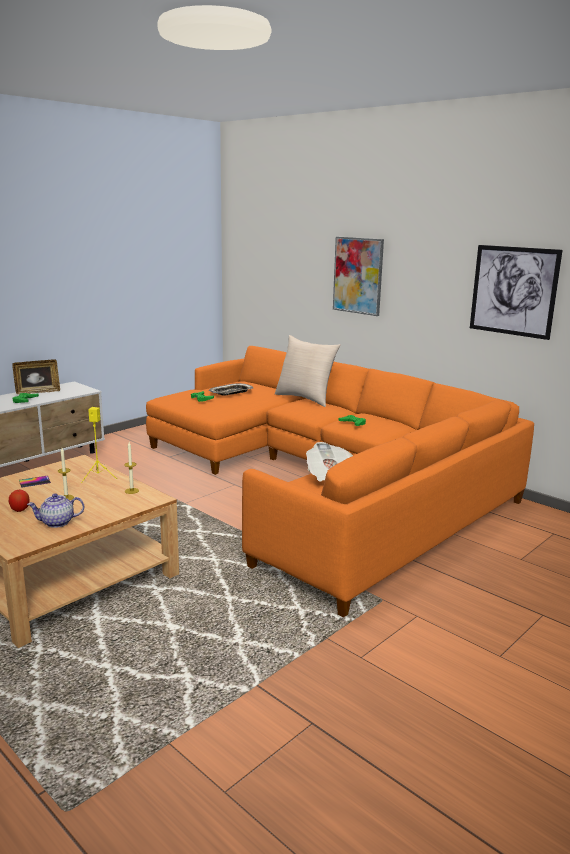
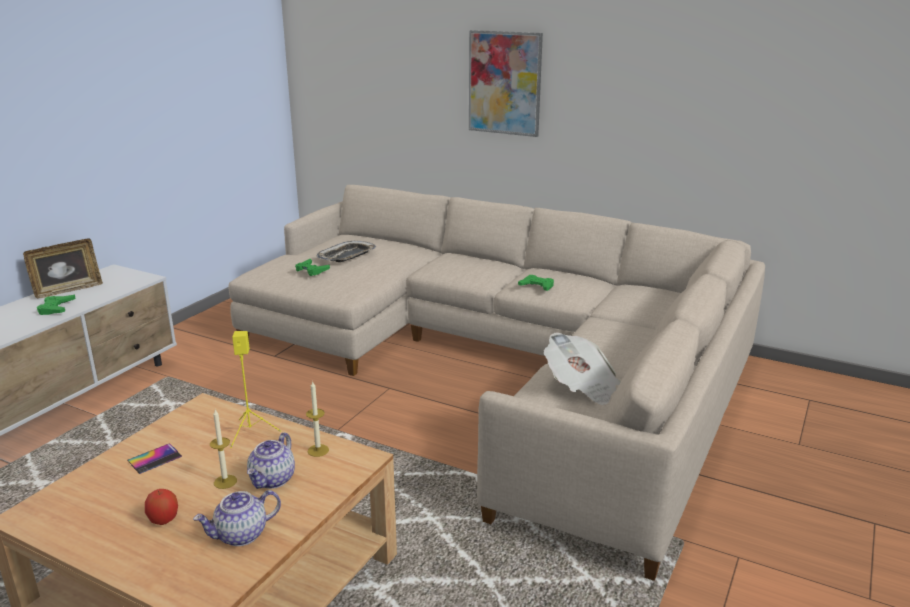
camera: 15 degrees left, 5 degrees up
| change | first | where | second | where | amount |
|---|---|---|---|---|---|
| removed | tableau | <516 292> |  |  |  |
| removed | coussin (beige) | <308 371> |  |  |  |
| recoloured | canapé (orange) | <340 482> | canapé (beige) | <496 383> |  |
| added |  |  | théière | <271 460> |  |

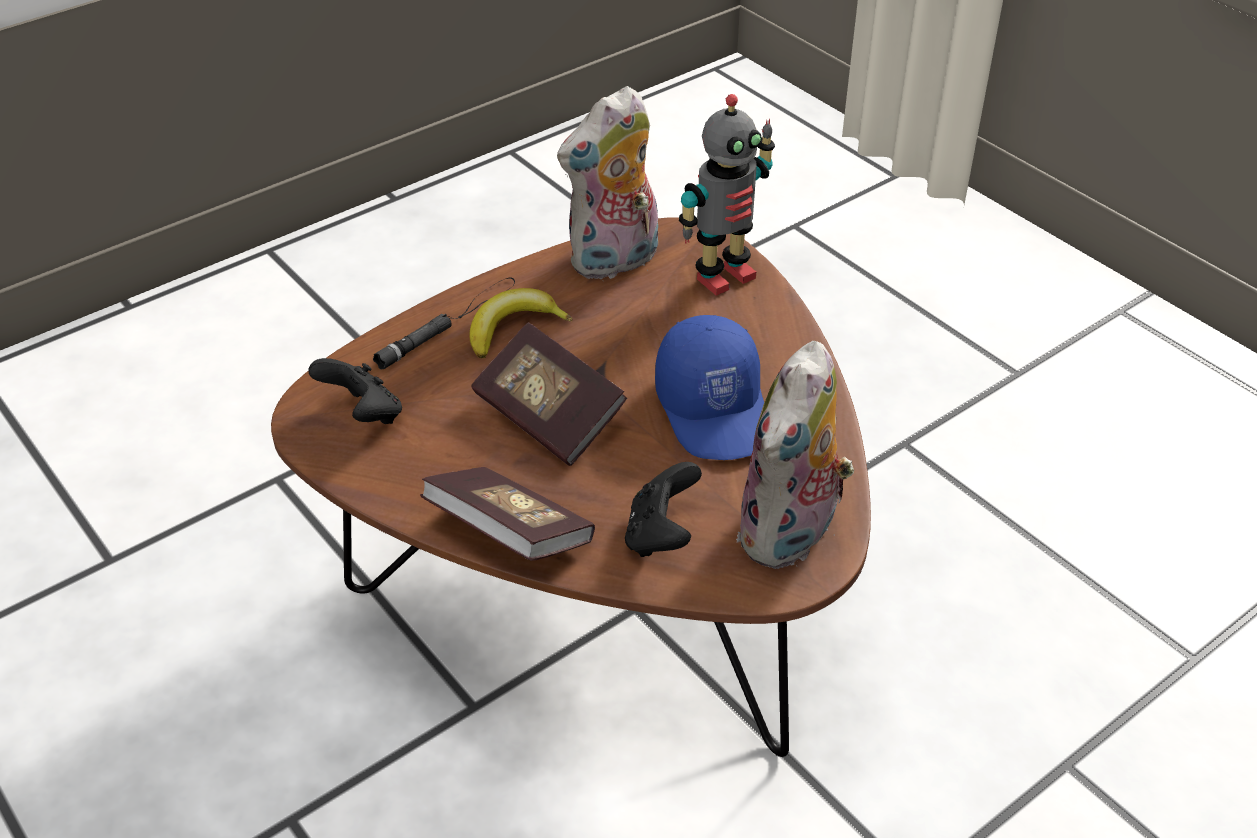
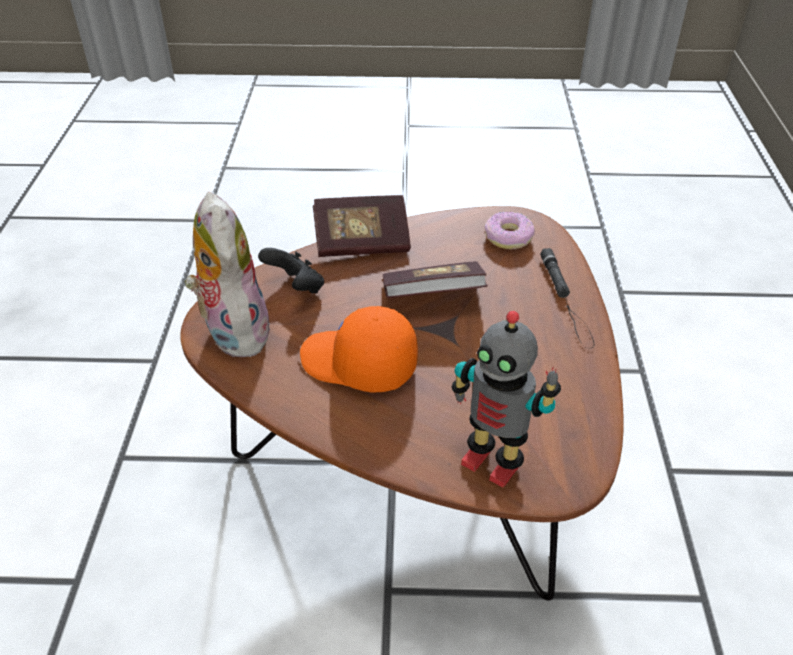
camera: 130 degrees right, 0 degrees up
| change | first | where | second | where | amount |
|---|---|---|---|---|---|
| removed | peluche | <607 182> |  |  |  |
| turned | robot jouet | <727 195> |  | <506 399> | 60 degrees counterclockwise |
| removed | banane | <521 323> |  |  |  |
| recoloured | casquette (bleu) | <709 387> | casquette (orange) | <359 349> |  |
| replaced | manette (noir) | <355 391> | beignet | <510 230> |  |

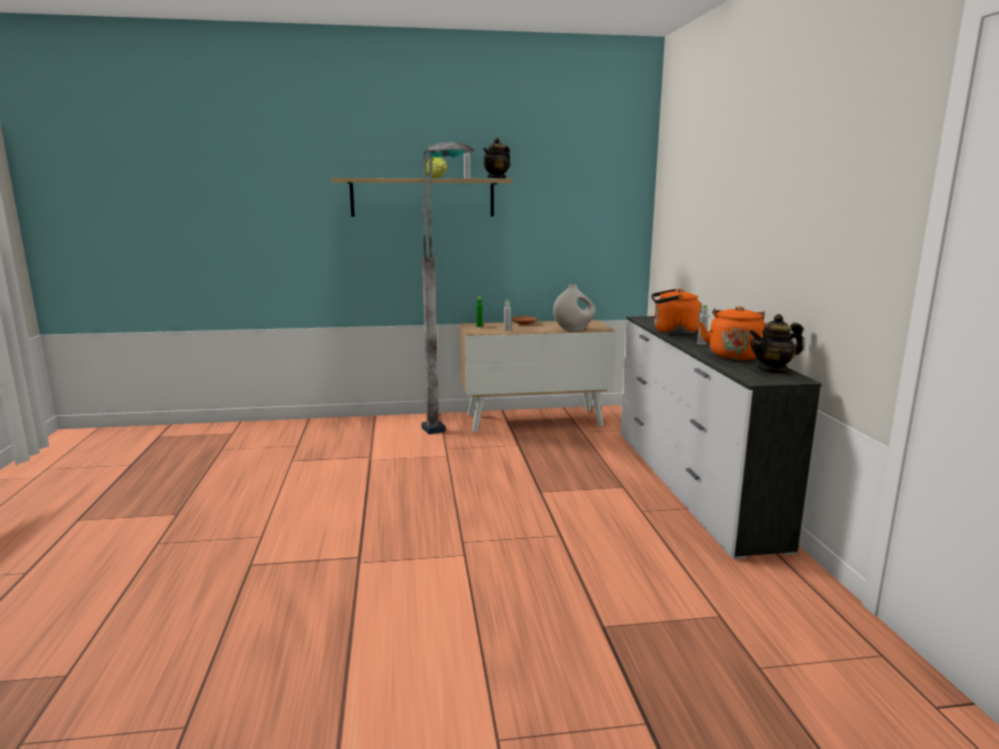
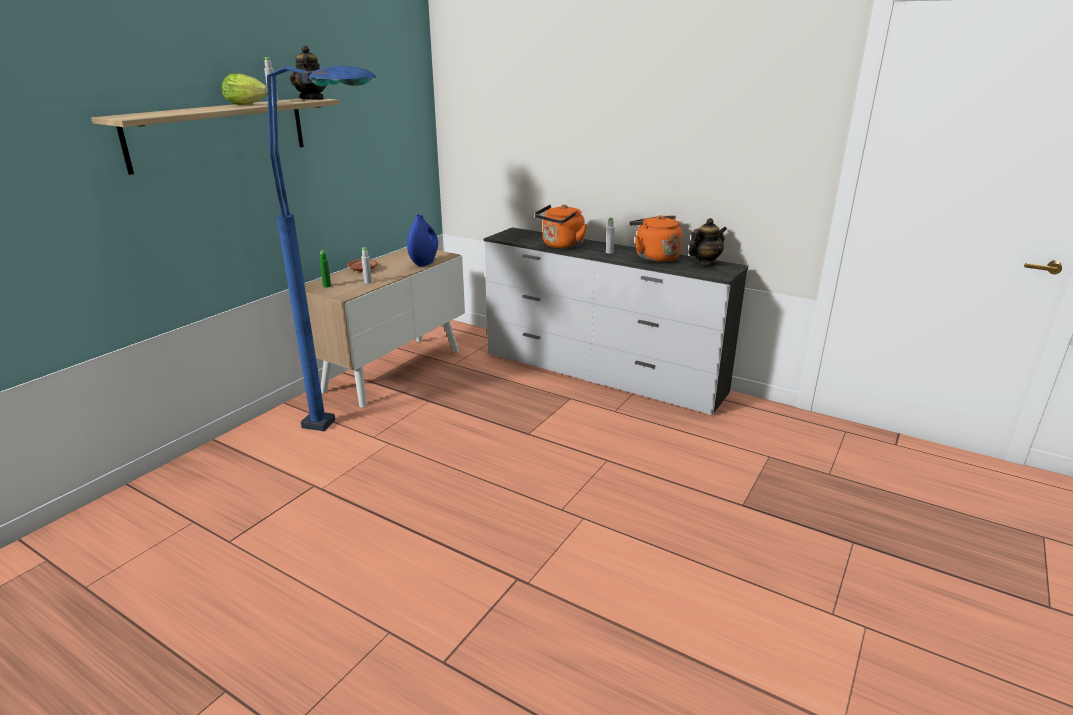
camera: 50 degrees left, 10 degrees up
| change | first | where | second | where | amount |
|---|---|---|---|---|---|
| recoloured | lampadaire (gris) | <447 288> | lampadaire (bleu) | <321 248> |  |
| recoloured | vase (blanc) | <574 307> | vase (bleu) | <422 240> |  |
| turned | théière | <776 344> |  | <707 242> | 150 degrees counterclockwise |

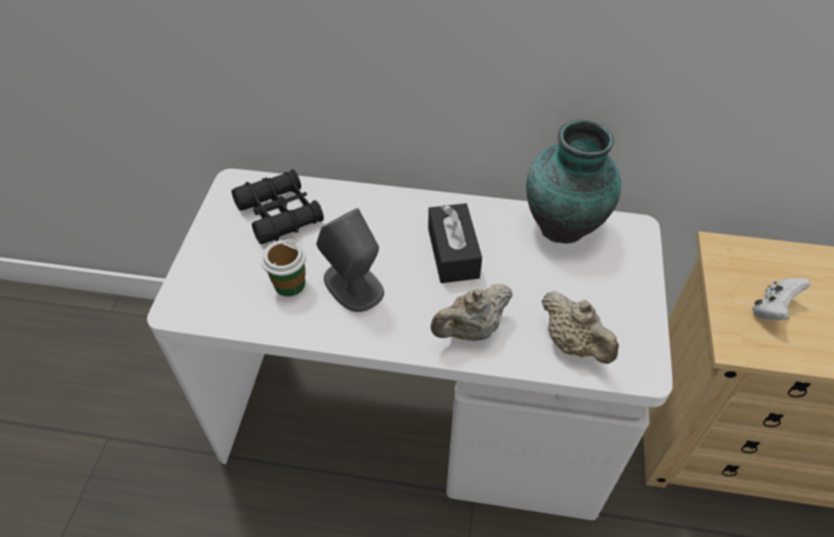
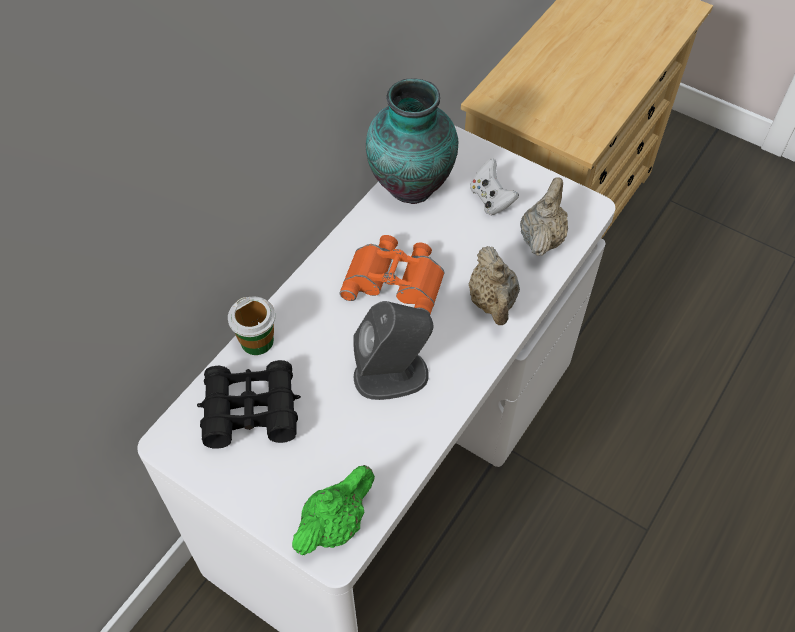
camera: 65 degrees left, 5 degrees up
| change | first | where | second | where | amount |
|---|---|---|---|---|---|
| replaced | boîte à mouchoirs (noir) | <455 243> | jumelles (orange) | <392 275> |  |
| moved | tasse | <283 268> |  | <251 326> |  |
| moved | manette (blanc) | <781 299> |  | <494 187> |  |
| turned | théière (beige) | <580 327> |  | <544 216> | 60 degrees counterclockwise |
| added |  |  | théière (vert) | <333 510> |  |

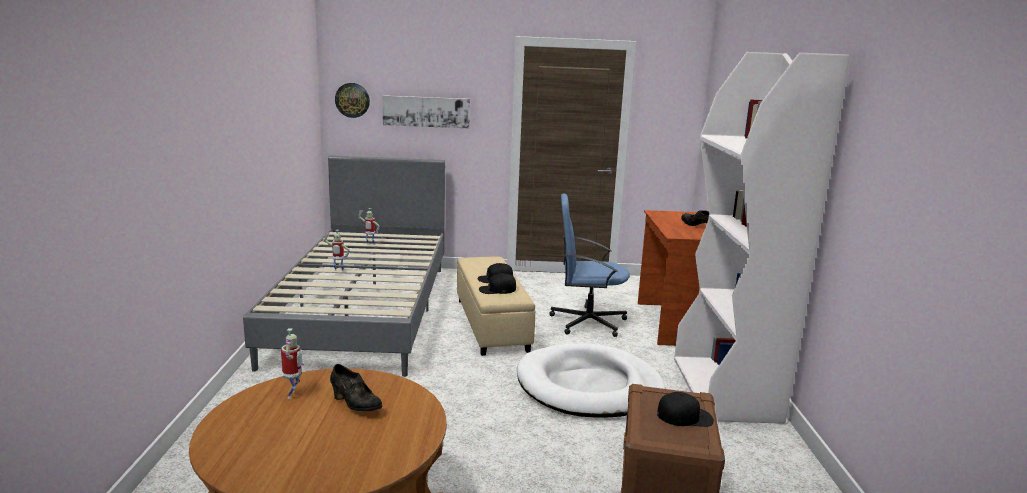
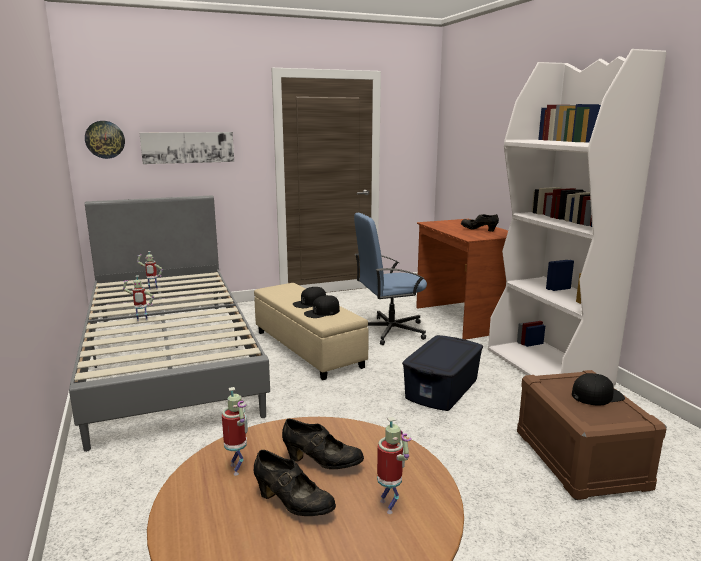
camera: 20 degrees left, 0 degrees up
| change | first | where | second | where | amount |
|---|---|---|---|---|---|
| replaced | panier pour chien (blanc) | <591 380> | boîte de rangement (bleu) | <442 373> |  |
| added |  |  | robot jouet | <394 465> |  |
| added |  |  | chaussure (noir) | <295 483> |  |

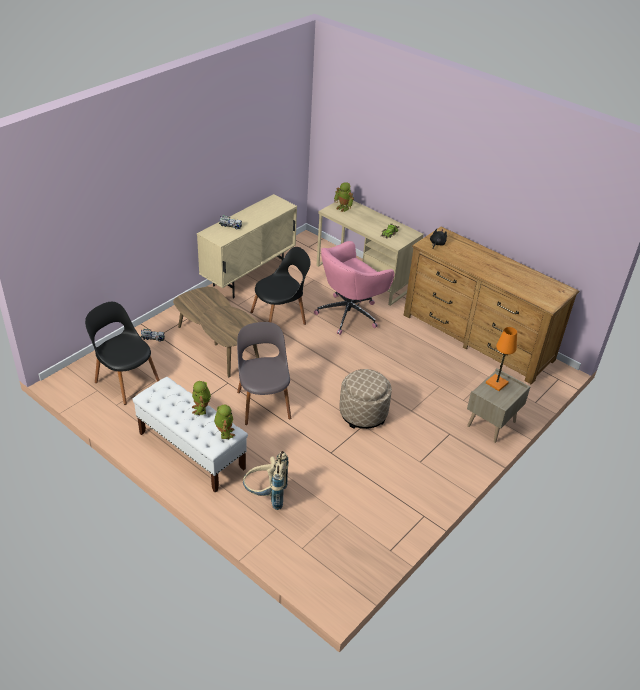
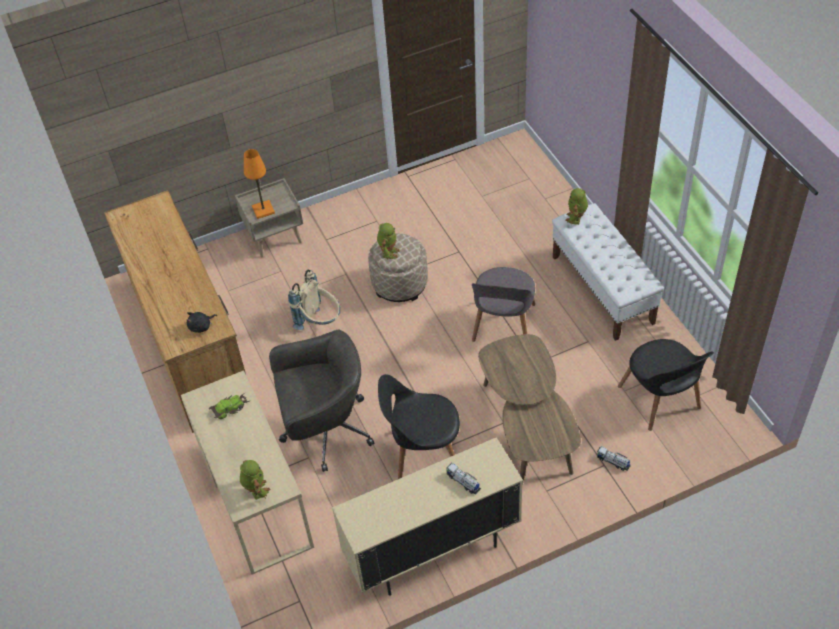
camera: 150 degrees left, 10 degrees up
| change | first | where | second | where | amount |
|---|---|---|---|---|---|
| recoloured | chaise de bureau (rose) | <354 288> | chaise de bureau (gris) | <321 401> |  |
| moved | robot jouet | <201 398> |  | <388 241> |  |
| moved | sac à dos (beige) | <266 480> |  | <314 300> |  |

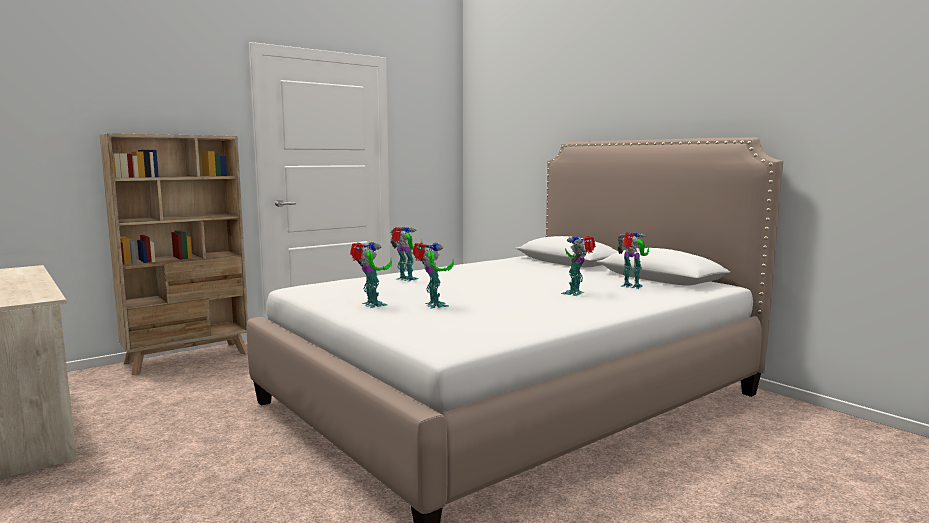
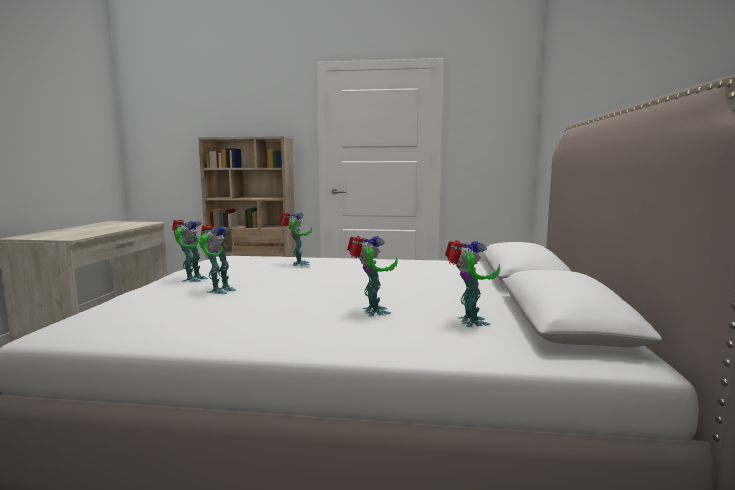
camera: 45 degrees right, 0 degrees up
| change | first | where | second | where | amount |
|---|---|---|---|---|---|
| turned | robot jouet | <578 266> |  | <372 276> | 90 degrees clockwise |

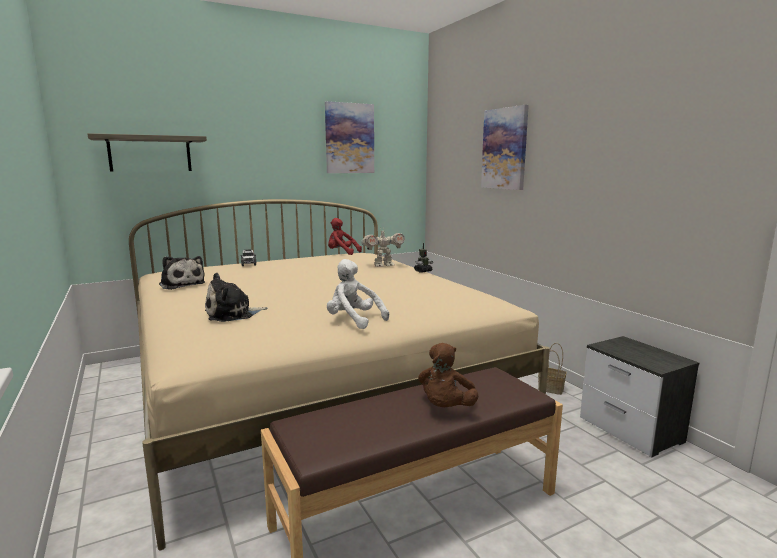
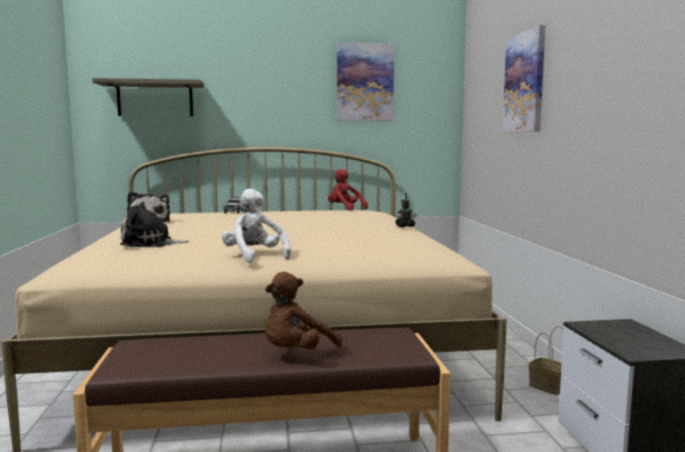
camera: 20 degrees right, 5 degrees down
| change | first | where | second | where | amount |
|---|---|---|---|---|---|
| removed | robot jouet | <383 247> |  |  |  |

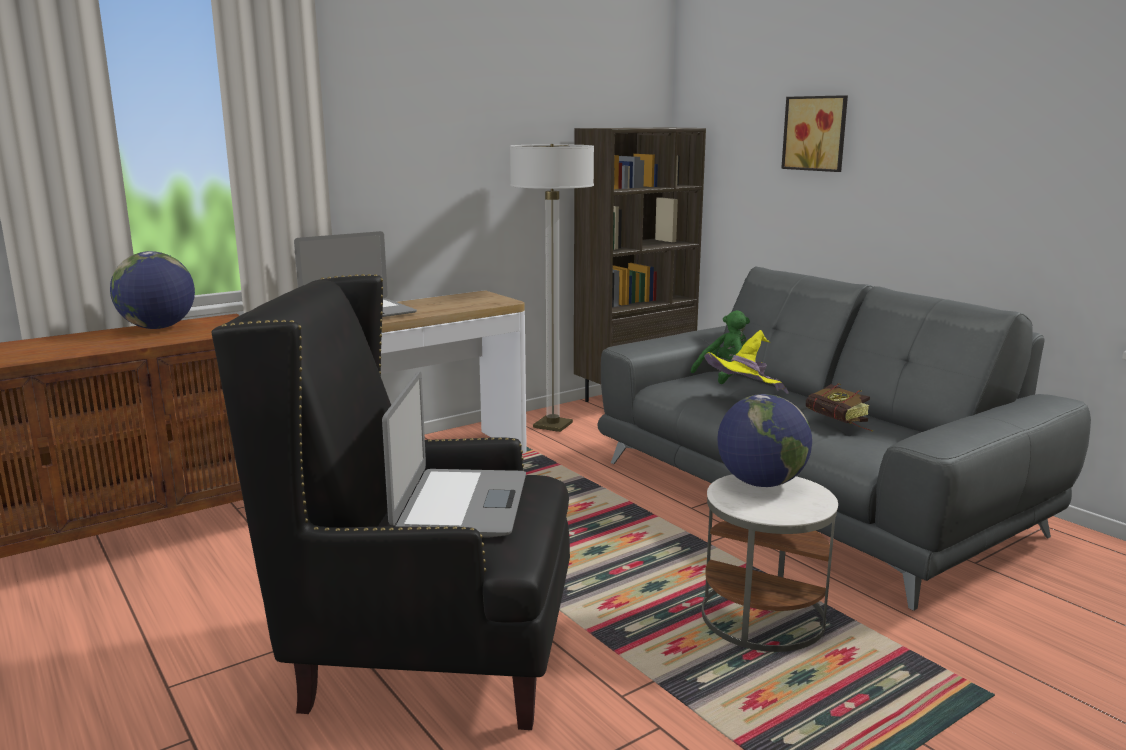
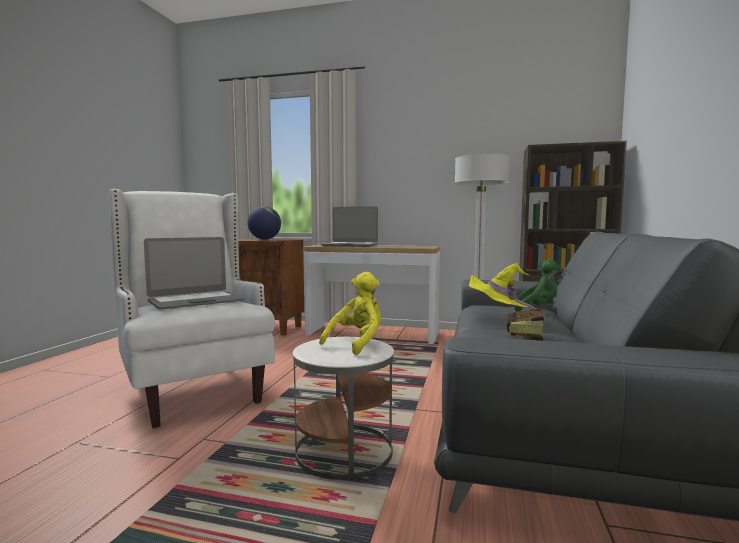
camera: 50 degrees right, 10 degrees down
| change | first | where | second | where | amount |
|---|---|---|---|---|---|
| removed | tableau | <814 133> |  |  |  |
| recoloured | fauteuil (noir) | <391 502> | fauteuil (blanc) | <191 308> |  |
| replaced | globe | <764 440> | peluche (jaune) | <350 313> |  |

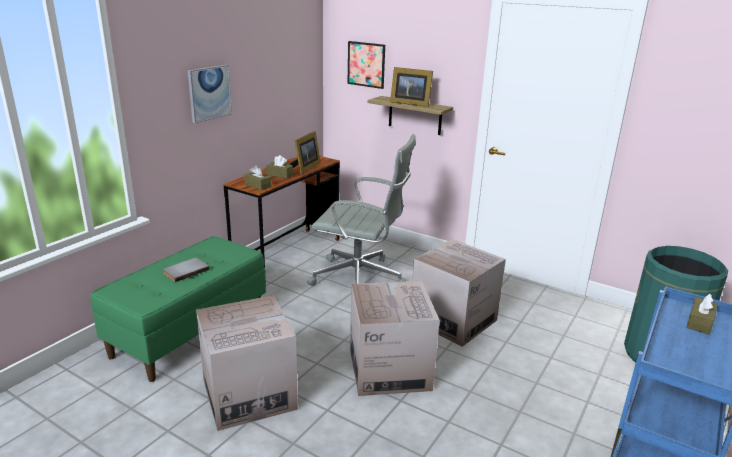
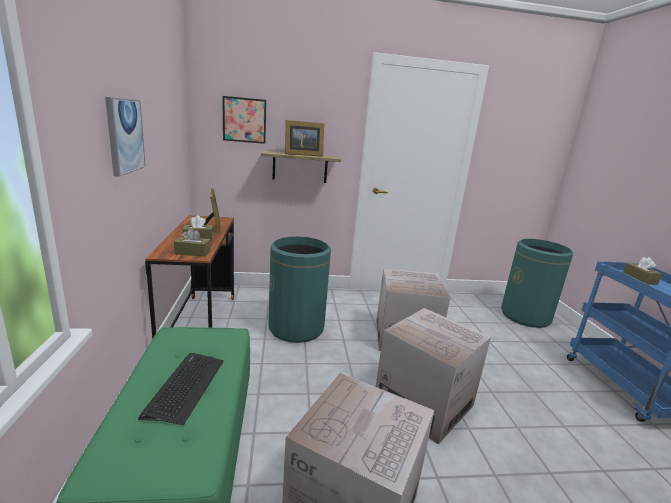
camera: 40 degrees left, 5 degrees down
| change | first | where | second | where | amount |
|---|---|---|---|---|---|
| replaced | chaise de bureau (gris) | <361 210> | poubelle (vert) | <299 290> |  |
| replaced | livre (gris) | <186 270> | clavier | <181 389> |  |

